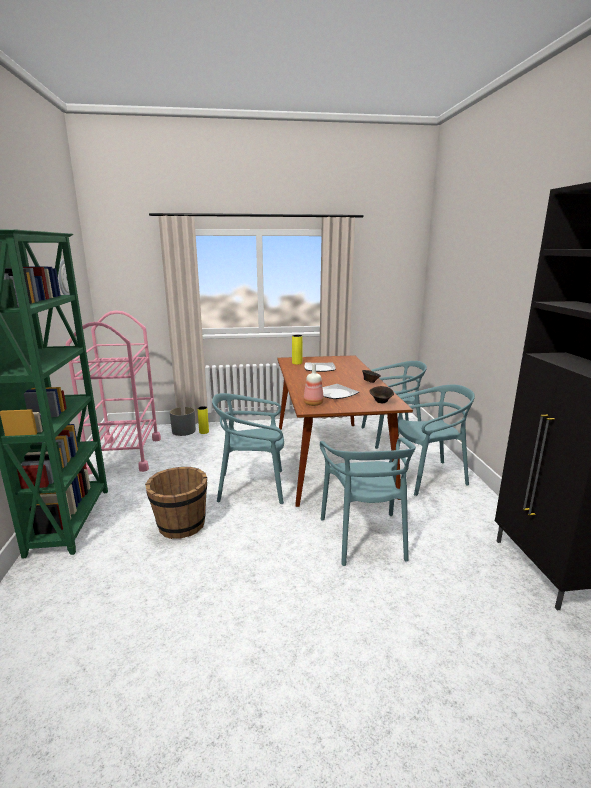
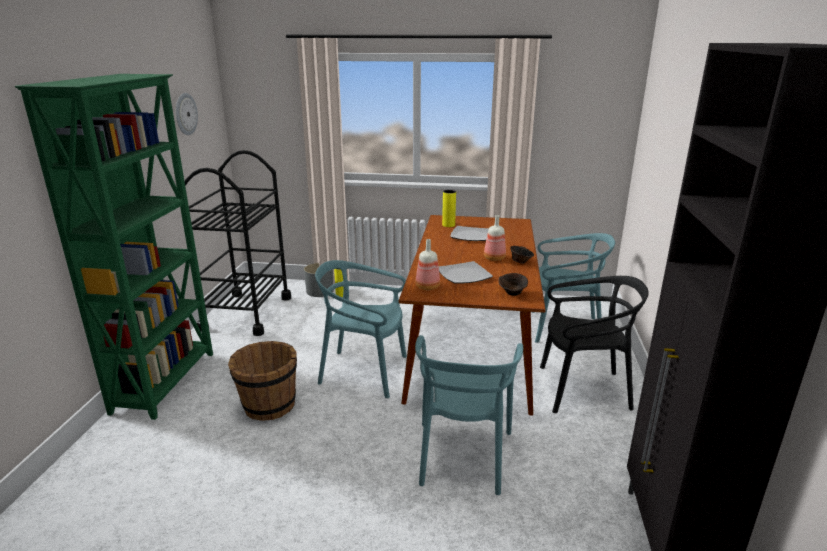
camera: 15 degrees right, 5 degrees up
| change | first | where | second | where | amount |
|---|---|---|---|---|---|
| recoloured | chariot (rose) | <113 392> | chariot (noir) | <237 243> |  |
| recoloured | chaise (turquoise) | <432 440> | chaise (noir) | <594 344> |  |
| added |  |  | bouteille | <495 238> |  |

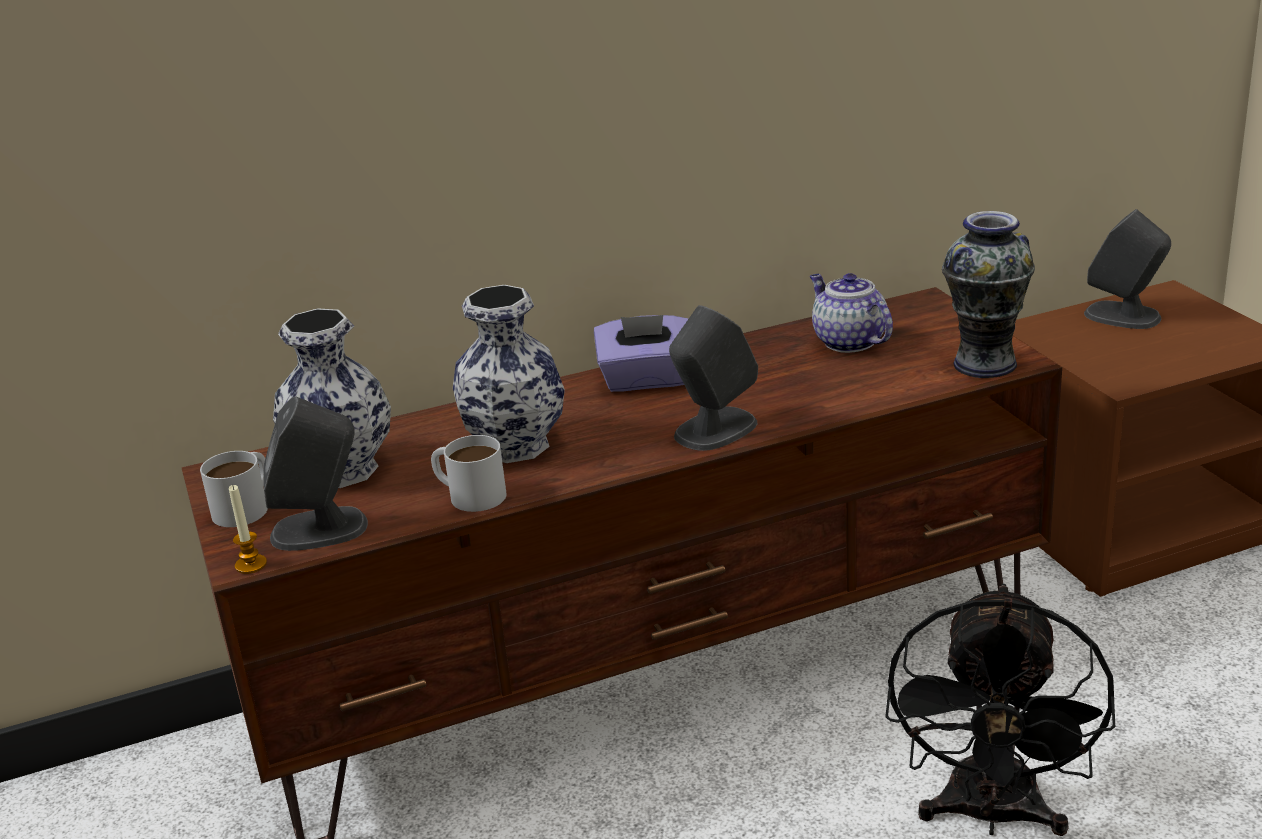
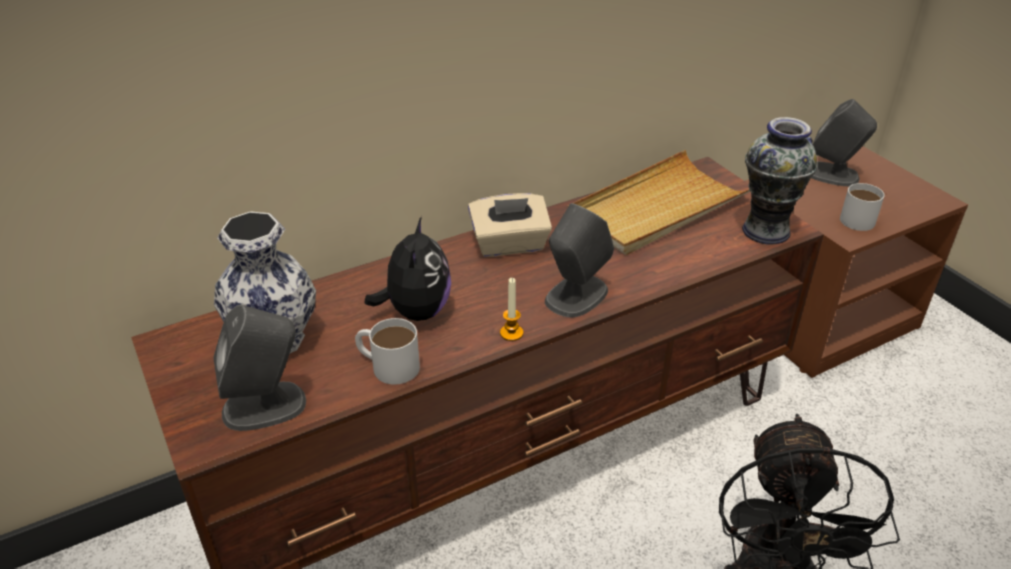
camera: 10 degrees left, 10 degrees up
| change | first | where | second | where | amount |
|---|---|---|---|---|---|
| replaced | théière | <851 313> | plateau (beige) | <659 202> |  |
| replaced | vase | <509 374> | peluche | <407 268> |  |
| recoloured | boîte à mouchoirs (violet) | <641 353> | boîte à mouchoirs (beige) | <510 225> |  |
| moved | mug (blanc) | <234 489> |  | <862 207> |  |
| moved | bougie | <248 529> |  | <511 309> |  |

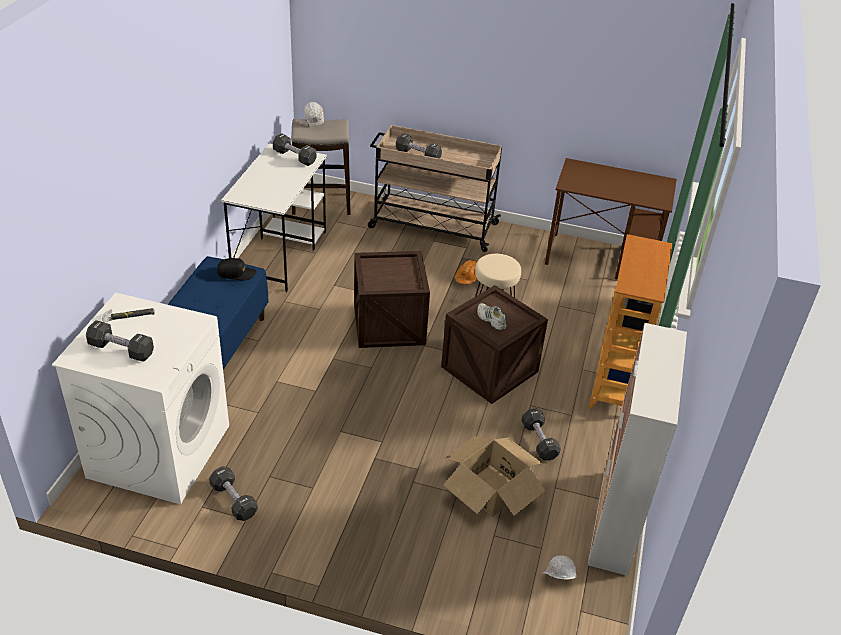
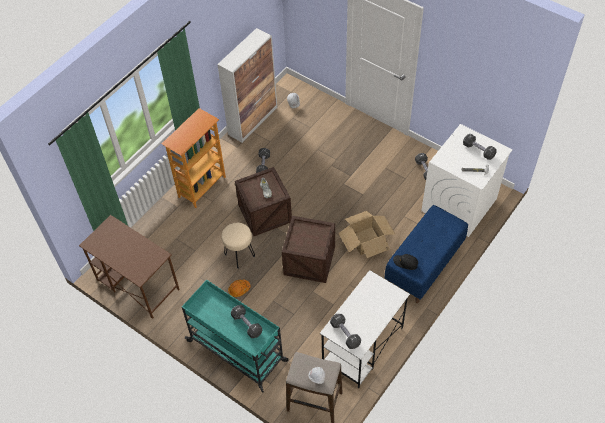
camera: 155 degrees left, 15 degrees up
| change | first | where | second | where | amount |
|---|---|---|---|---|---|
| recoloured | chariot (beige) | <435 188> | chariot (turquoise) | <235 336> |  |
| moved | carton | <494 476> |  | <367 234> |  |

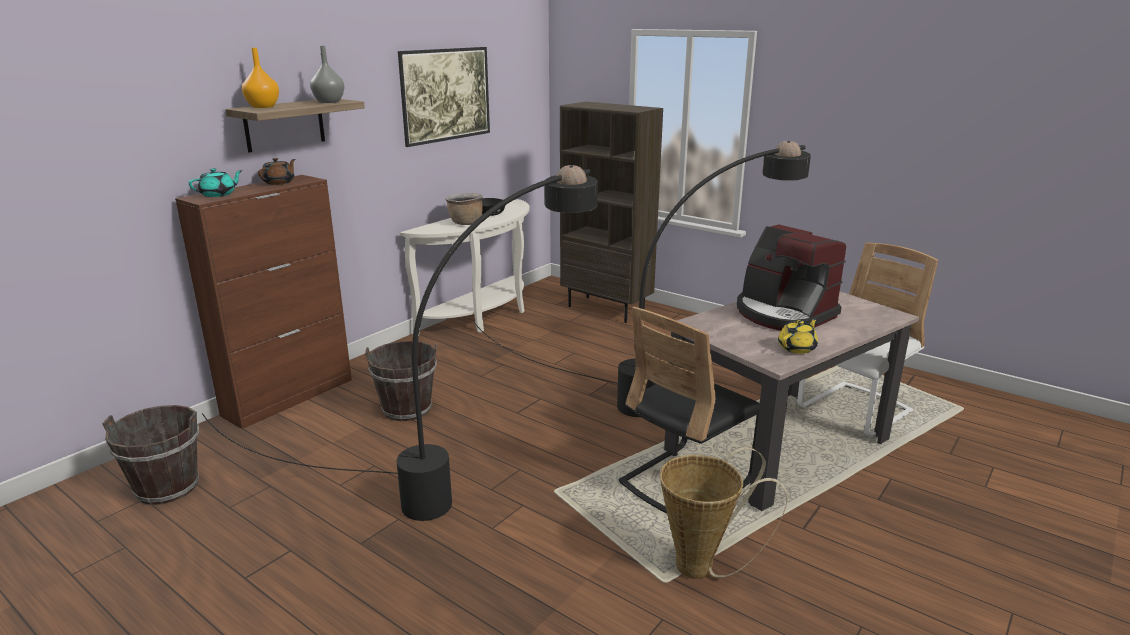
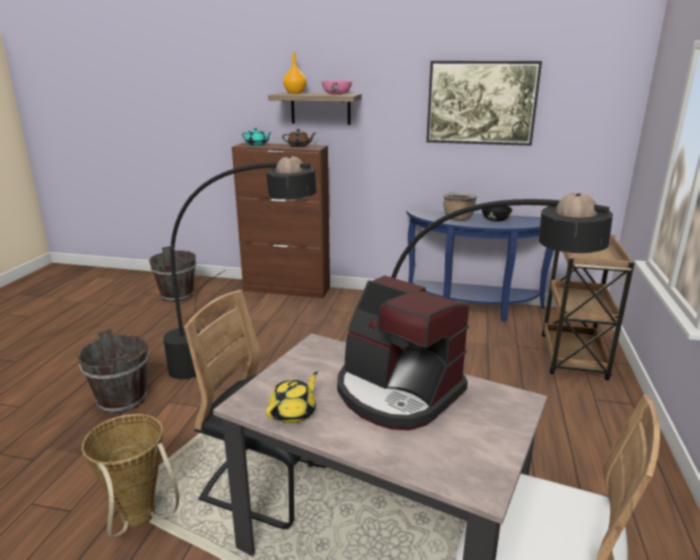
camera: 65 degrees right, 0 degrees up
| change | first | where | second | where | amount |
|---|---|---|---|---|---|
| replaced | vase (gris) | <327 74> | bol (rose) | <337 87> |  |
| replaced | bibliothèque (marron) | <611 212> | chariot (marron) | <588 307> |  |
| recoloured | table console (blanc) | <465 266> | table console (bleu) | <480 266> |  |
| turned | machine à café | <791 277> |  | <403 352> | 75 degrees counterclockwise |
| turned | théière (jaune) | <798 336> |  | <292 397> | 75 degrees counterclockwise |
| moved | seau (marron) | <401 381> |  | <113 371> |  |

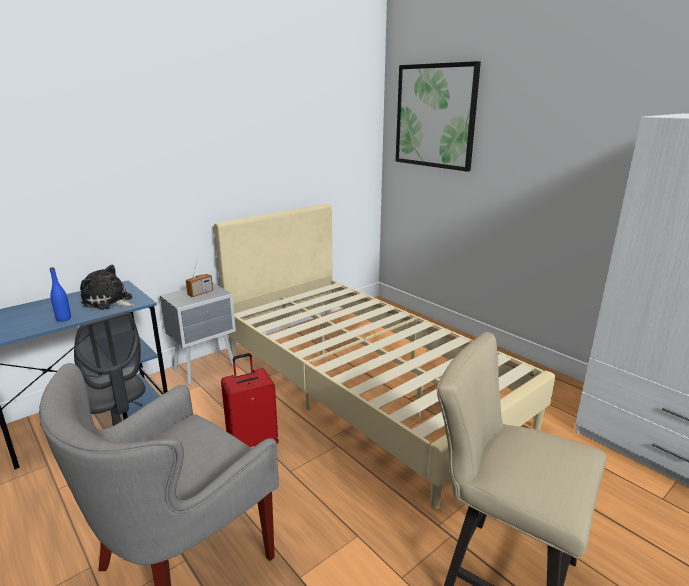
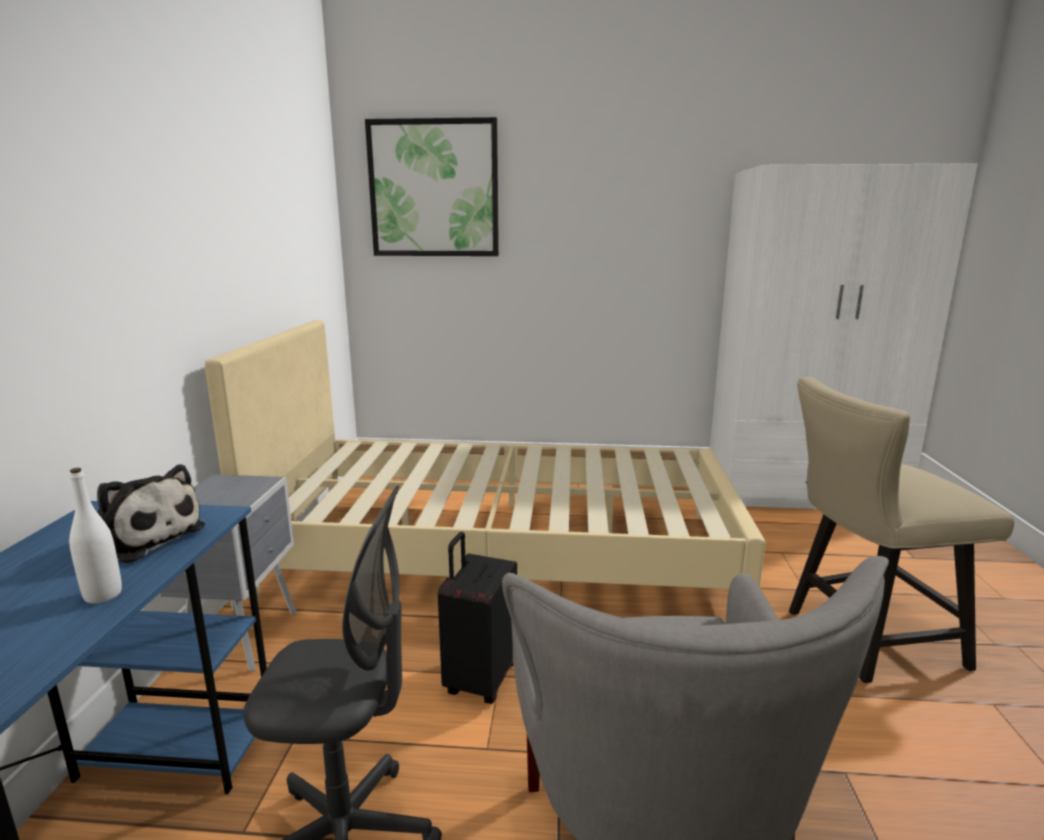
camera: 45 degrees left, 5 degrees down
| change | first | where | second | where | amount |
|---|---|---|---|---|---|
| removed | radio | <199 277> |  |  |  |
| turned | peluche | <107 287> |  | <151 513> | 135 degrees counterclockwise |
| recoloured | bouteille (bleu) | <60 294> | bouteille (blanc) | <95 535> |  |
| recoloured | valise (rouge) | <250 400> | valise (noir) | <477 618> |  |

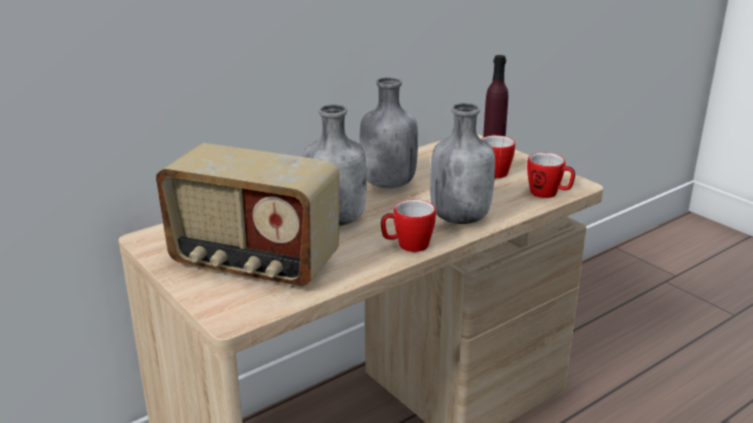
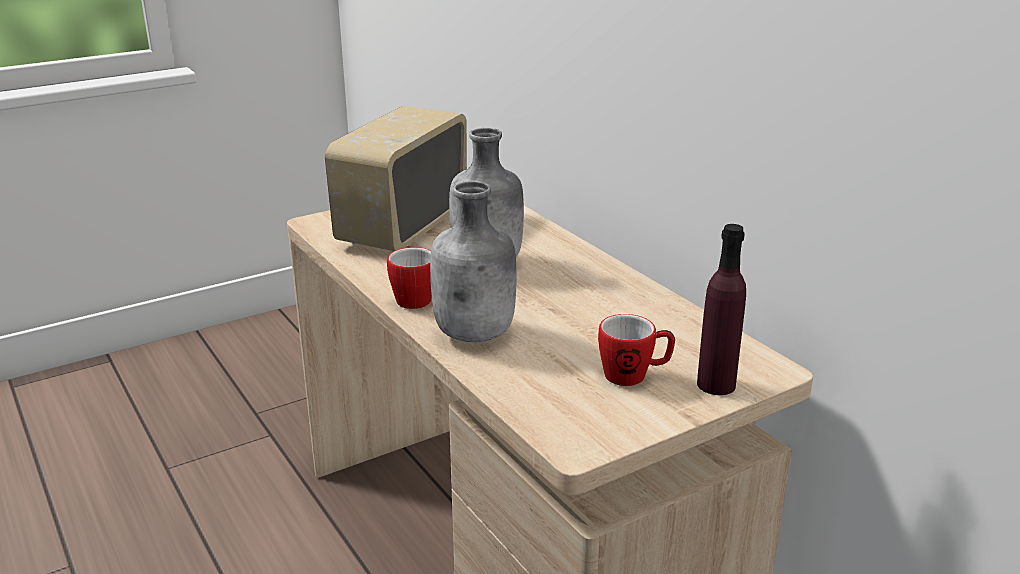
camera: 95 degrees right, 0 degrees up
| change | first | where | second | where | amount |
|---|---|---|---|---|---|
| removed | bouteille (gris) | <388 132> |  |  |  |
| removed | mug | <551 175> |  |  |  |

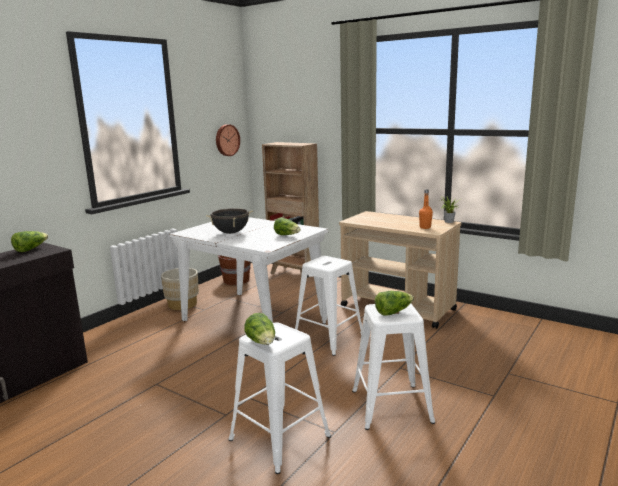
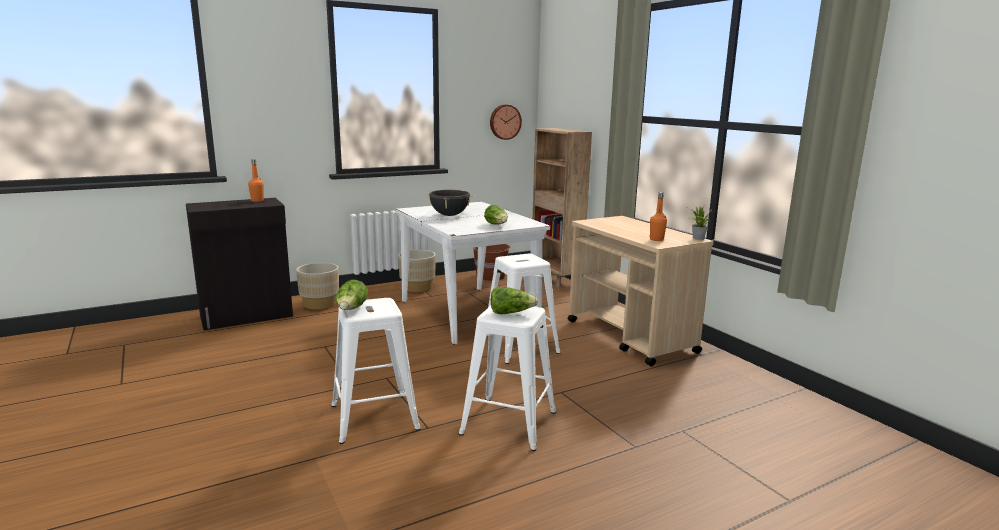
camera: 25 degrees right, 0 degrees up
| change | first | where | second | where | amount |
|---|---|---|---|---|---|
| replaced | laitue | <29 241> | bouteille (orange) | <256 180> |  |
| added |  |  | cache-pot (beige) | <317 286> |  |

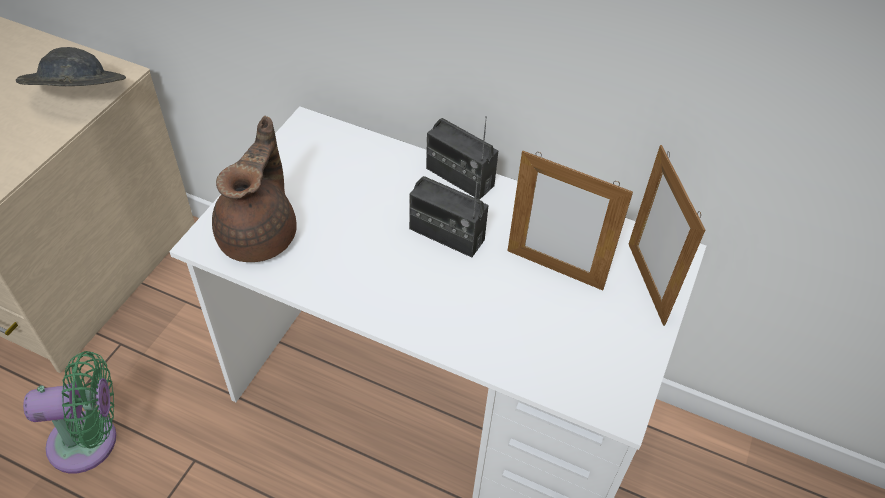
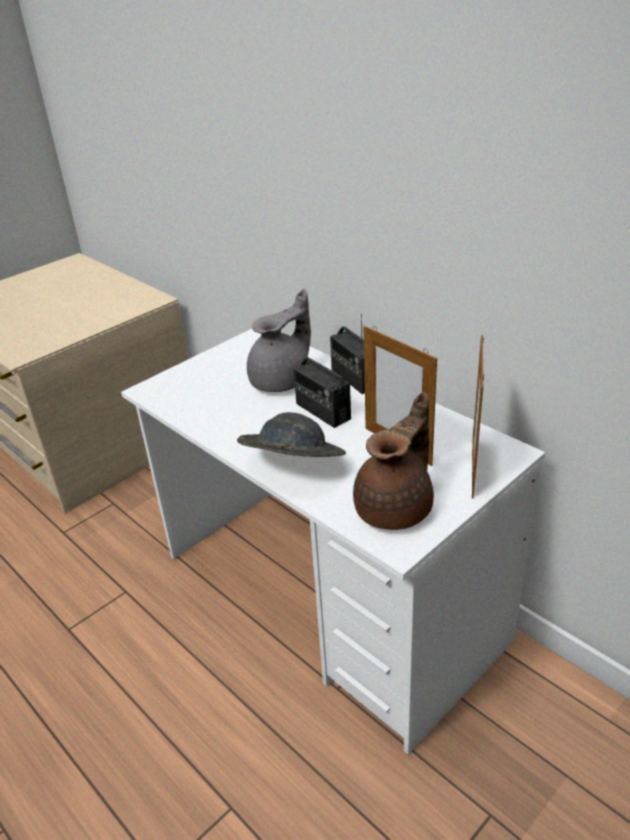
camera: 25 degrees right, 15 degrees down
| change | first | where | second | where | amount |
|---|---|---|---|---|---|
| moved | chapeau (gris) | <71 66> |  | <291 434> |  |
| moved | théière (marron) | <254 189> |  | <393 461> |  |
| removed | ventilateur (vert) | <70 412> |  |  |  |
| added |  |  | théière (gris) | <279 340> |  |

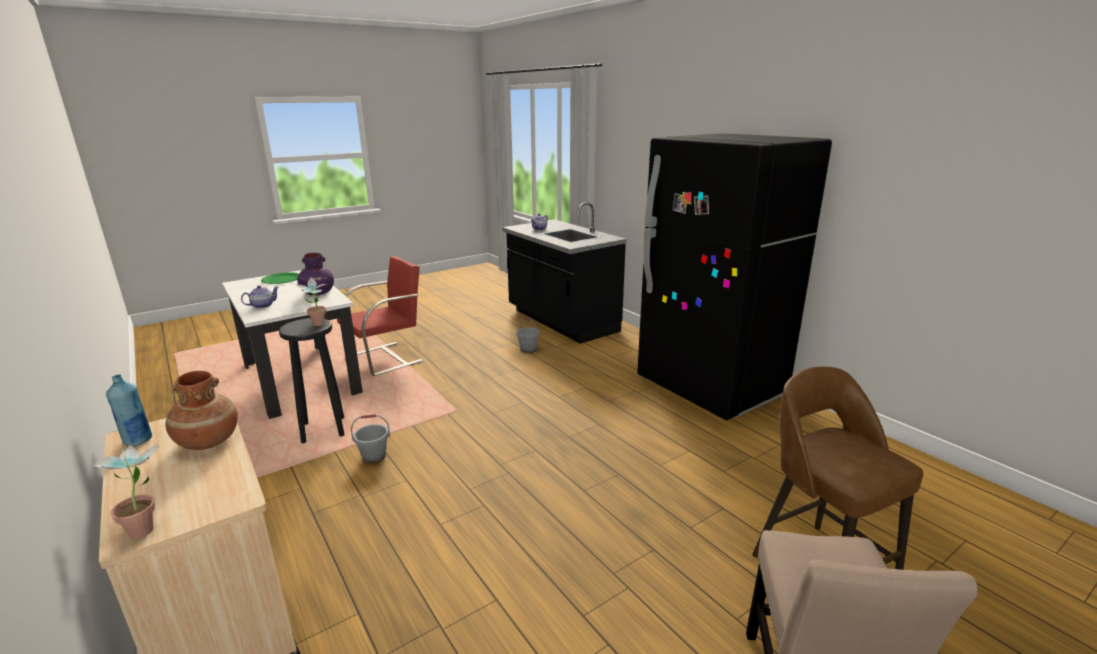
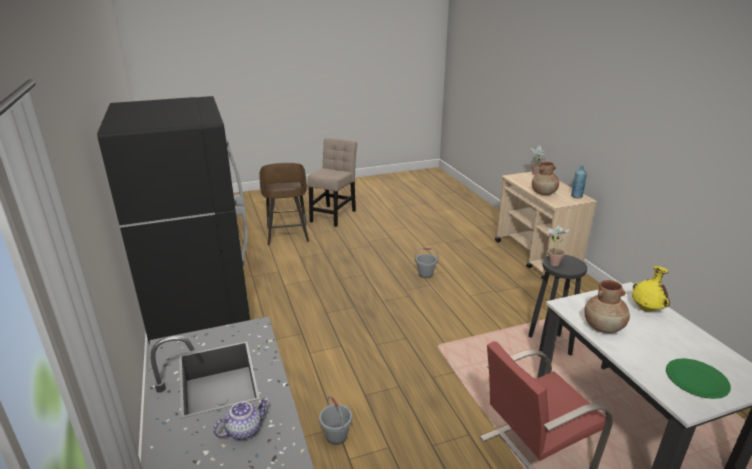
camera: 165 degrees left, 5 degrees up
| change | first | where | second | where | amount |
|---|---|---|---|---|---|
| recoloured | vase (violet) | <315 274> | vase (marron) | <607 306> |  |
| replaced | théière | <260 296> | vase (jaune) | <651 289> |  |
| moved | seau (gris) | <370 439> |  | <426 263> |  |

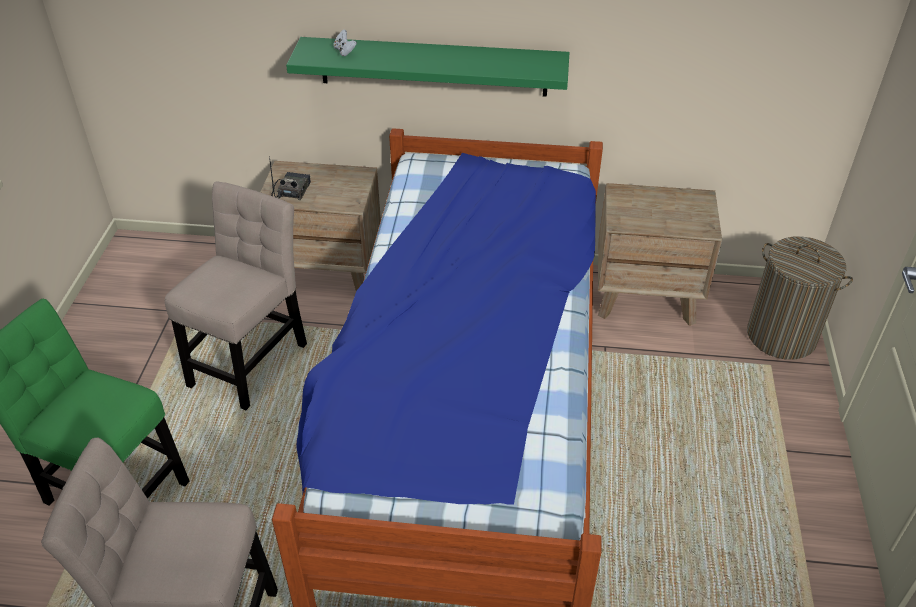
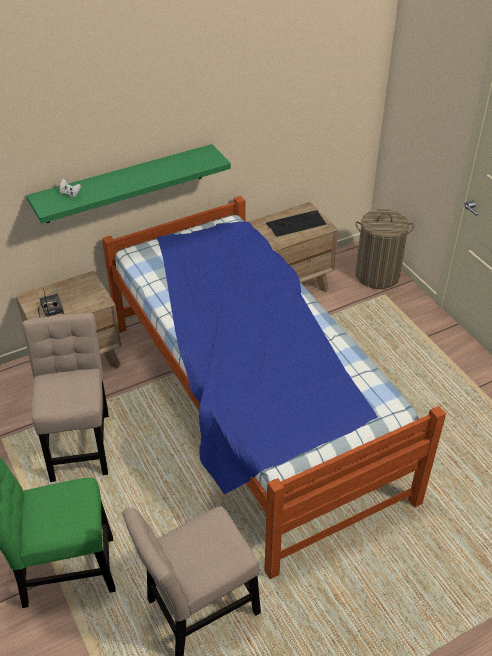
camera: 35 degrees left, 0 degrees up
| change | first | where | second | where | amount |
|---|---|---|---|---|---|
| added |  |  | clavier | <296 223> |  |

